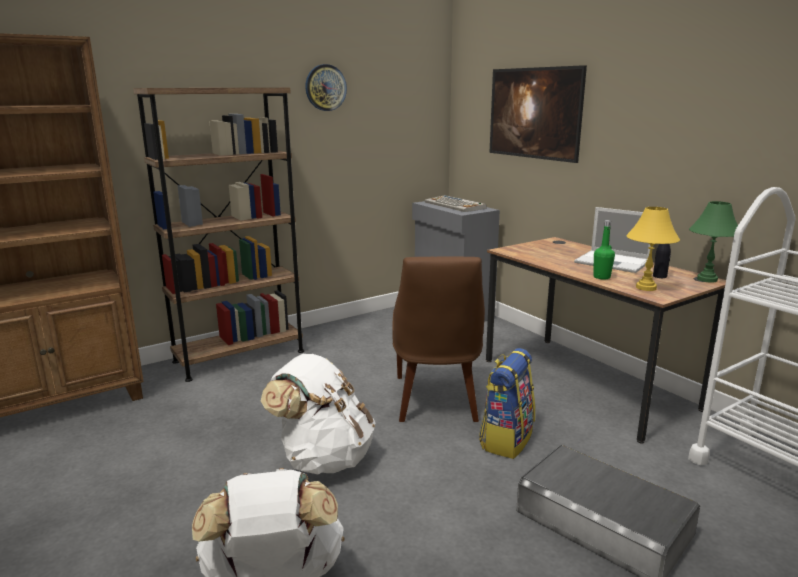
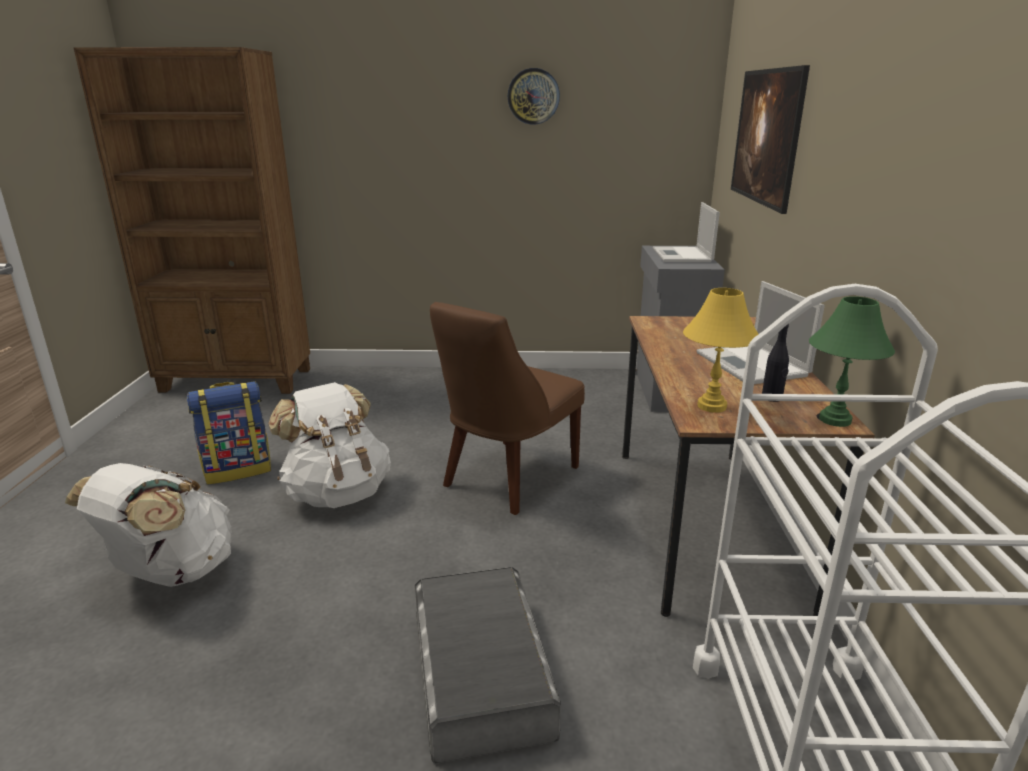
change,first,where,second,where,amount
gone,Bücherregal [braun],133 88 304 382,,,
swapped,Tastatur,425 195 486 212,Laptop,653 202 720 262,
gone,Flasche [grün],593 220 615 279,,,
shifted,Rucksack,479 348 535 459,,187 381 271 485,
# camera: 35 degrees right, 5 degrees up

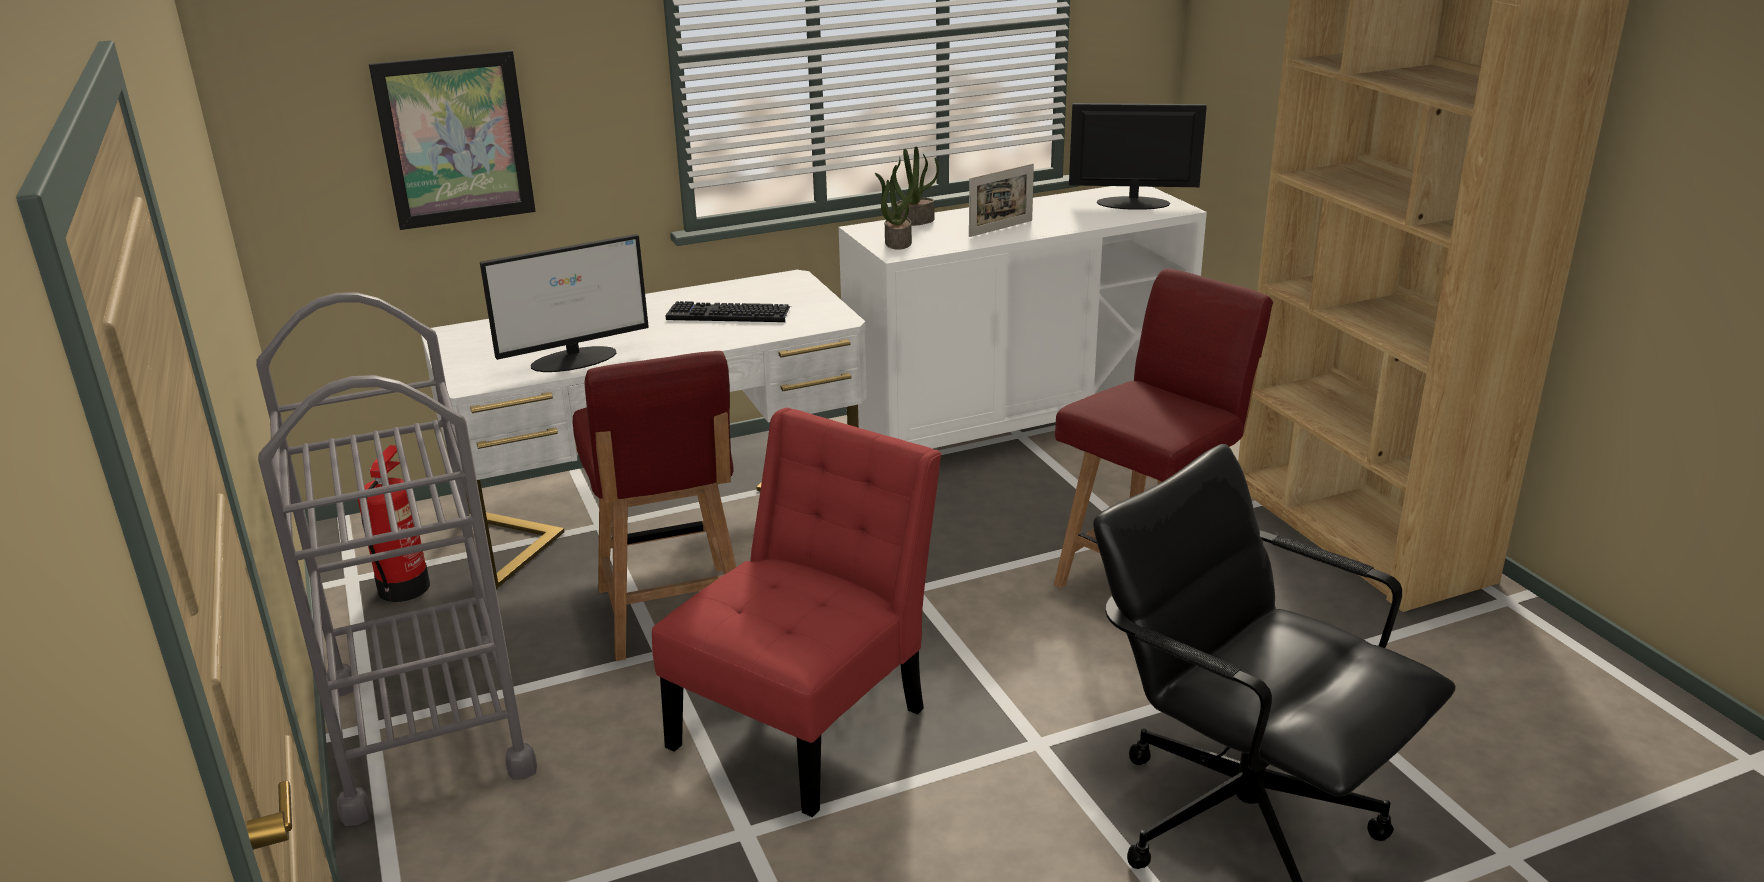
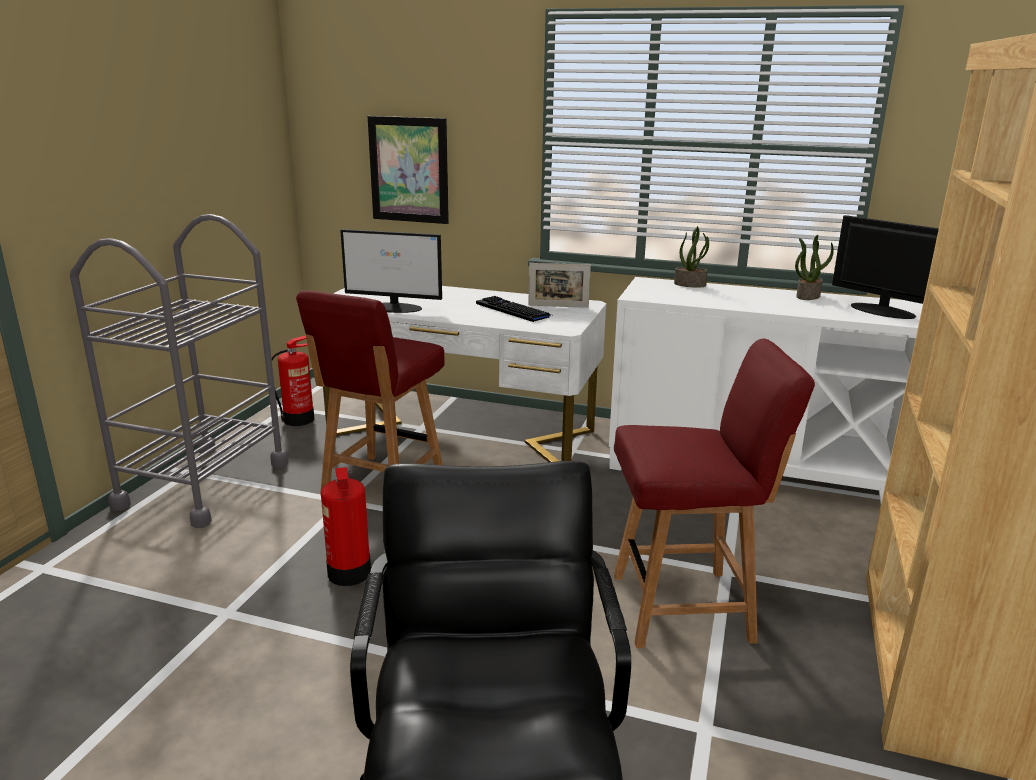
change,first,where,second,where,amount
shifted,Bilderrahmen,969 164 1034 237,,528 263 591 308,
shifted,Topfpflanze,875 165 914 250,,795 235 834 300,
swapped,Stuhl [rot],652 408 942 817,Feuerlöscher,321 467 371 586,
# camera: 40 degrees right, 5 degrees down

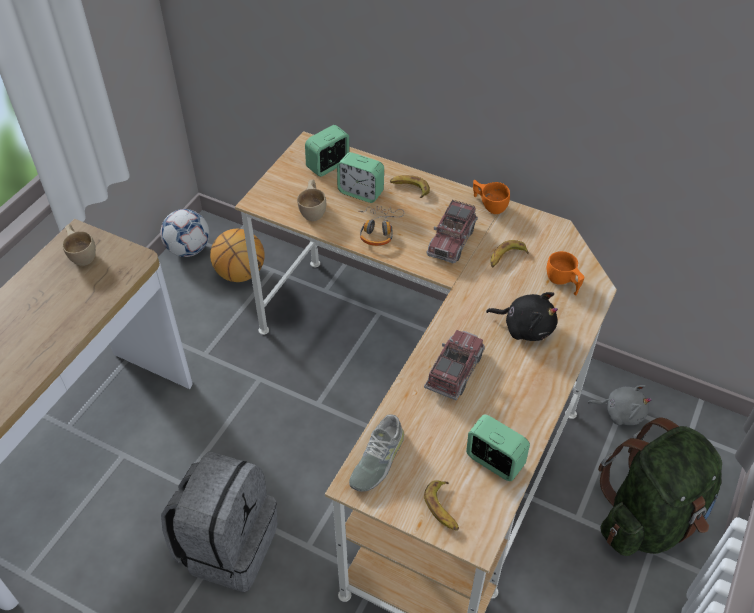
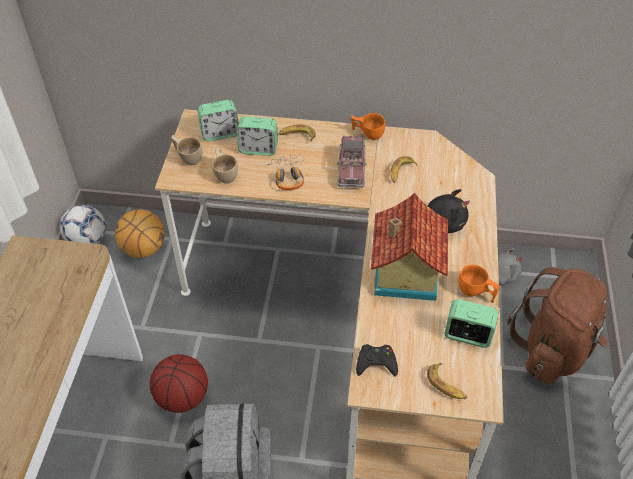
change,first,where,second,where,amount
rotated,Wecker,305 125 349 177,,197 100 238 141,135 degrees counterclockwise
shifted,Tasse [beige],62 224 96 266,,171 135 202 165,
shifted,Tasse [orange],547 251 584 295,,458 265 500 303,
swapped,Spielzeuglaster,424 330 485 400,Spielzeughaus,371 193 448 301,
swapped,Schuh [grau],349 414 404 492,Gamepad [schwarz],356 344 398 376,
repainted,Rucksack [grün],598 417 722 556,Rucksack [braun],507 267 609 384,
new,,,Basketball,150 354 208 413,
# camera: 20 degrees left, 0 degrees up

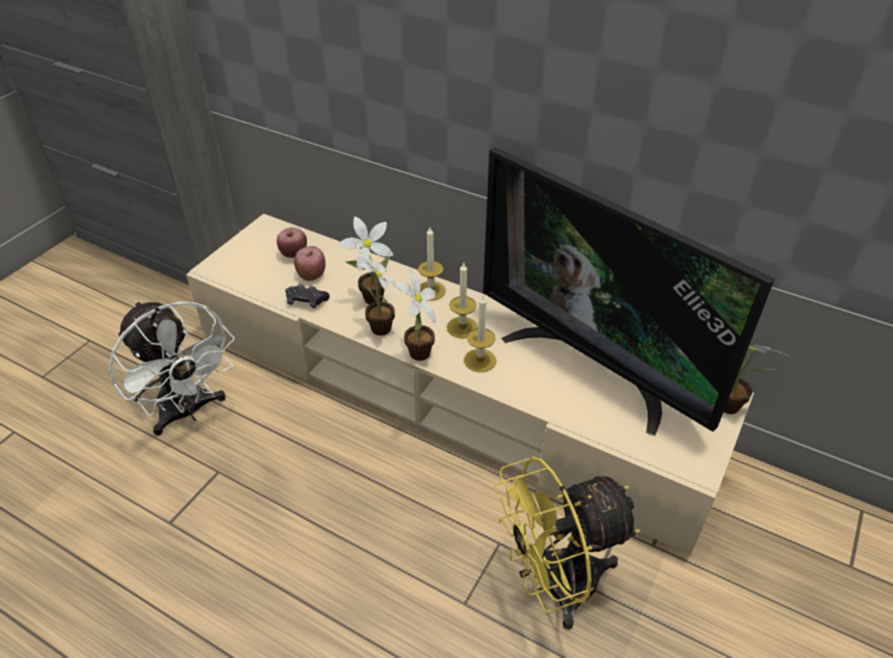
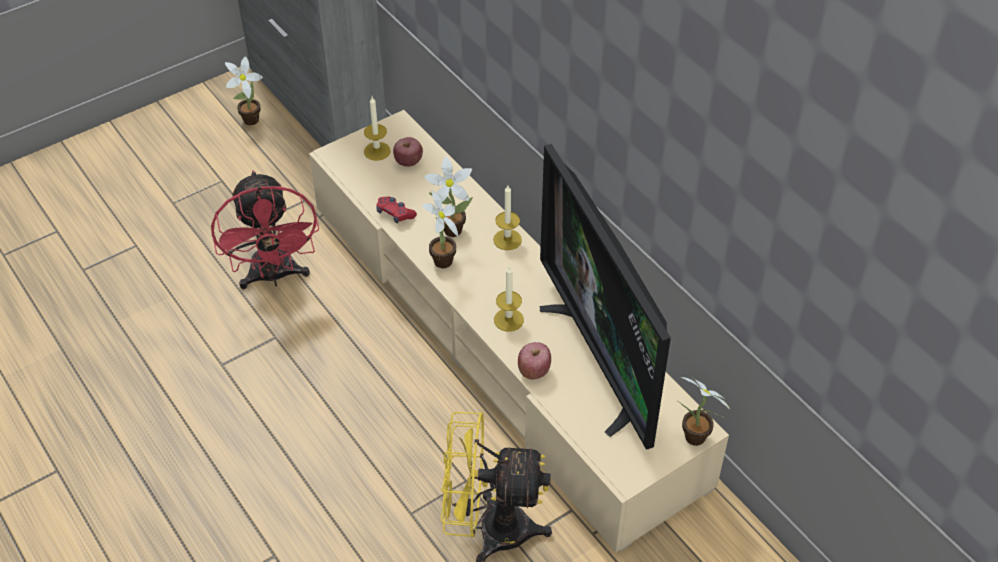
change,first,where,second,where,amount
shifted,Apfel,294 246 326 281,,518 342 551 380,
shifted,Kerze,447 263 478 339,,364 97 391 161,
shifted,Topfpflanze,396 270 436 361,,225 56 263 125,
repainted,Gamepad [schwarz],285 284 330 308,Gamepad [rot],376 196 417 223,
repainted,Ventilator [weiß],109 301 235 436,Ventilator [rot],211 171 319 289,
# camera: 25 degrees right, 5 degrees up

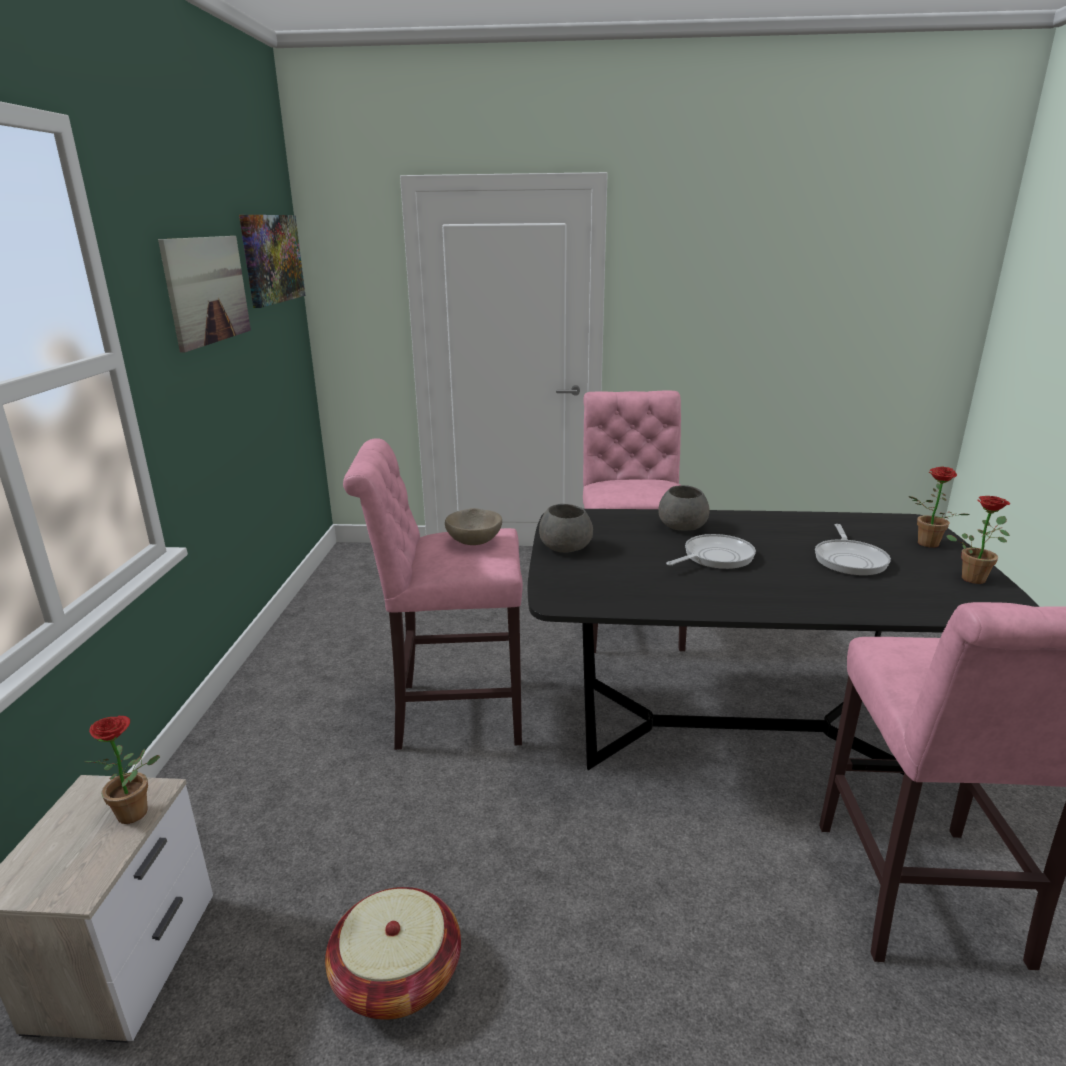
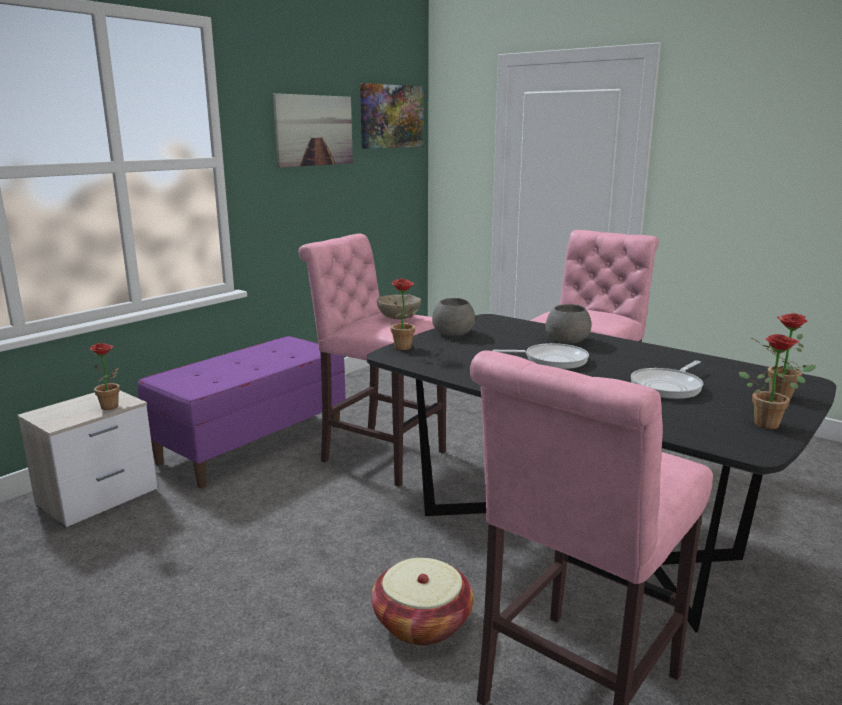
change,first,where,second,where,amount
shifted,Korb,325 887 461 1020,,371 558 474 646,
new,,,Topfpflanze,389 279 419 350,
new,,,Bank [lila],138 336 346 488,
# camera: 35 degrees right, 5 degrees down

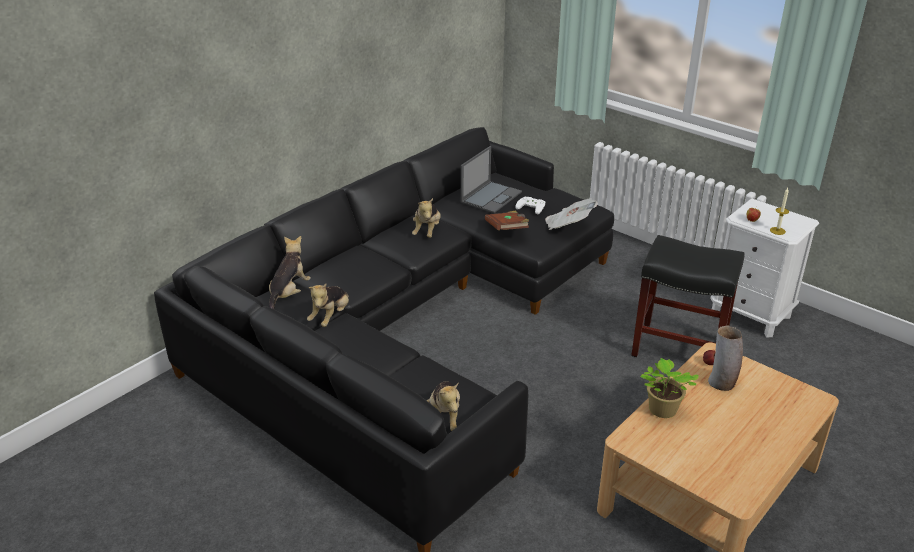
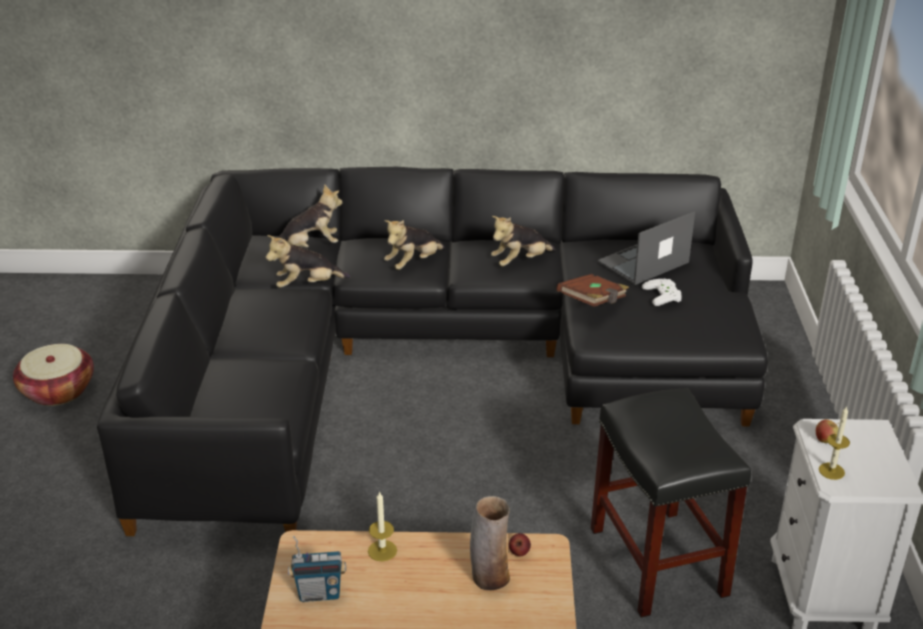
change,first,where,second,where,amount
rotated,Laptop,461 146 522 213,,598 212 695 285,150 degrees clockwise
gone,Zeitung,545 198 597 230,,,
swapped,Topfpflanze,641 358 698 418,Kerze,368 491 397 561,
shifted,Plüschtier,427 381 460 431,,384 220 445 270,
new,,,Korb,13 344 94 406,
new,,,Radio,288 536 346 602,
# camera: 50 degrees right, 0 degrees up

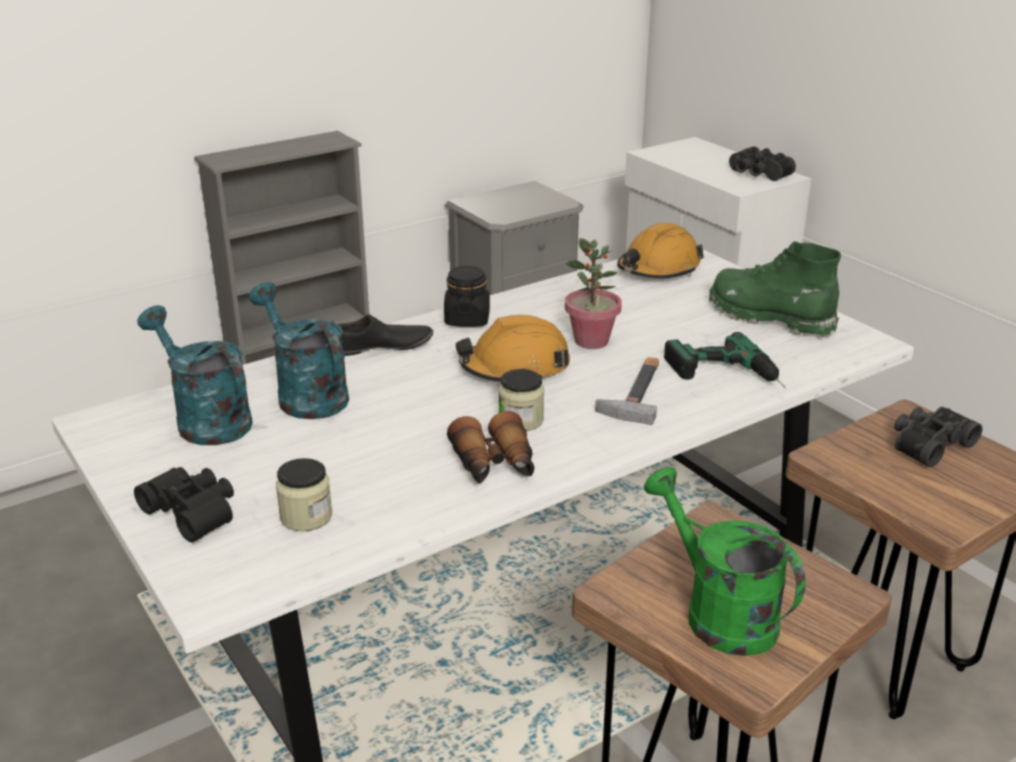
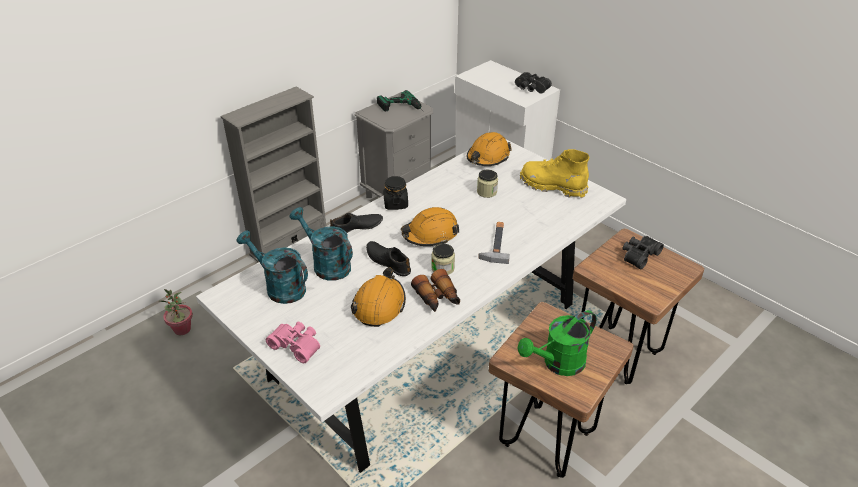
change,first,where,second,where,amount
shifted,Topfpflanze,565 238 622 349,,159 289 193 335,
repainted,Stiefel [grün],709 241 841 338,Stiefel [gelb],520 149 589 198,
shifted,Bohrmaschine,664 332 786 388,,377 90 424 112,
shifted,Vorratsglas,276 458 332 531,,477 170 498 198,
repainted,Fernglas [schwarz],134 467 234 543,Fernglas [rosa],266 322 320 363,
rotated,Gießkanne [grün],644 467 806 656,,517 310 596 376,75 degrees counterclockwise
new,,,Schuh [schwarz],366 241 411 276,
new,,,Schutzhelm [orange],351 267 406 327,
# camera: 10 degrees left, 10 degrees up

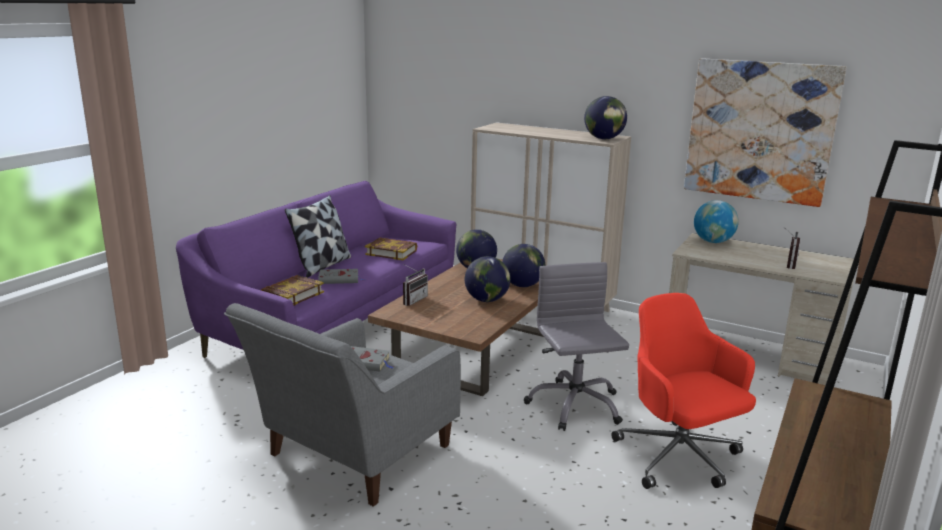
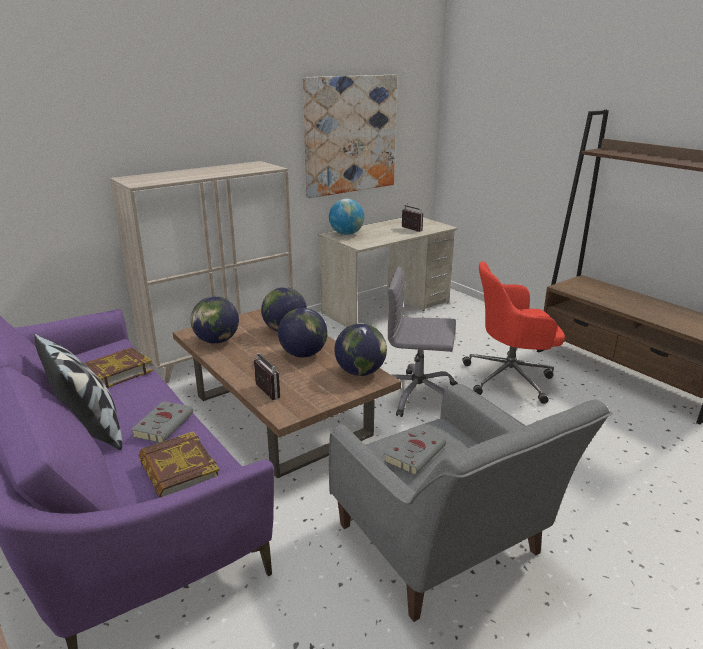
change,first,where,second,where,amount
shifted,Globus,584 96 627 139,,334 323 387 376,
# camera: 65 degrees left, 5 degrees up

